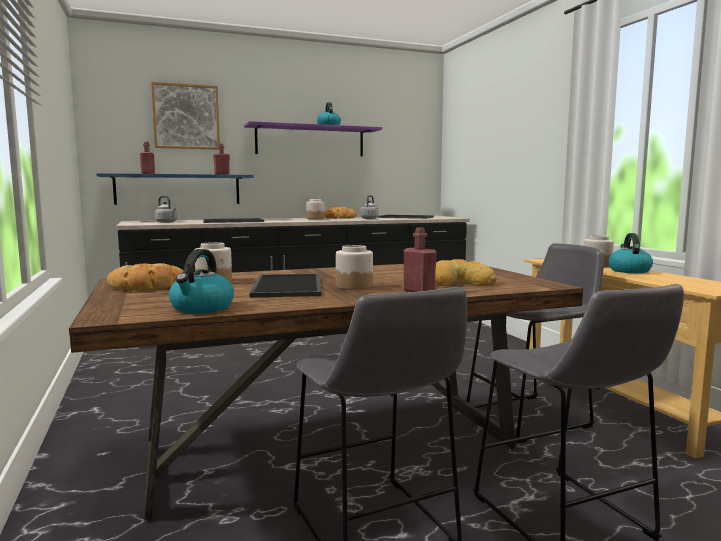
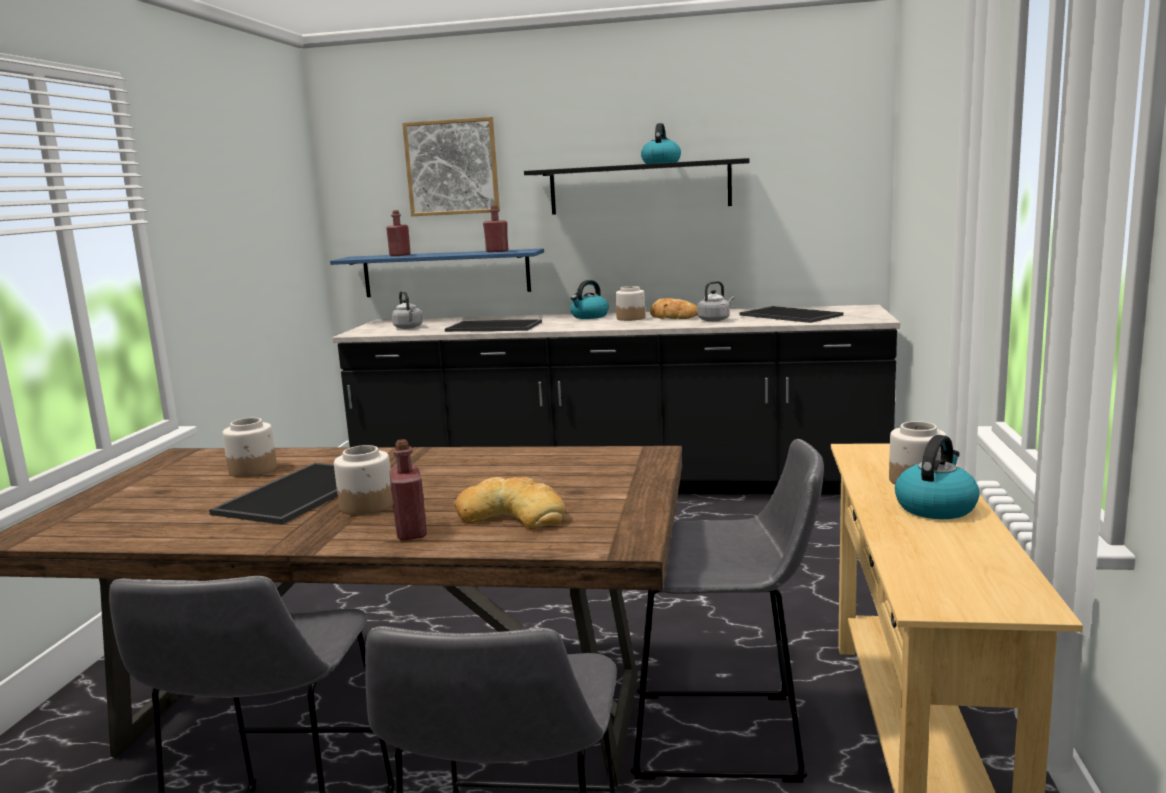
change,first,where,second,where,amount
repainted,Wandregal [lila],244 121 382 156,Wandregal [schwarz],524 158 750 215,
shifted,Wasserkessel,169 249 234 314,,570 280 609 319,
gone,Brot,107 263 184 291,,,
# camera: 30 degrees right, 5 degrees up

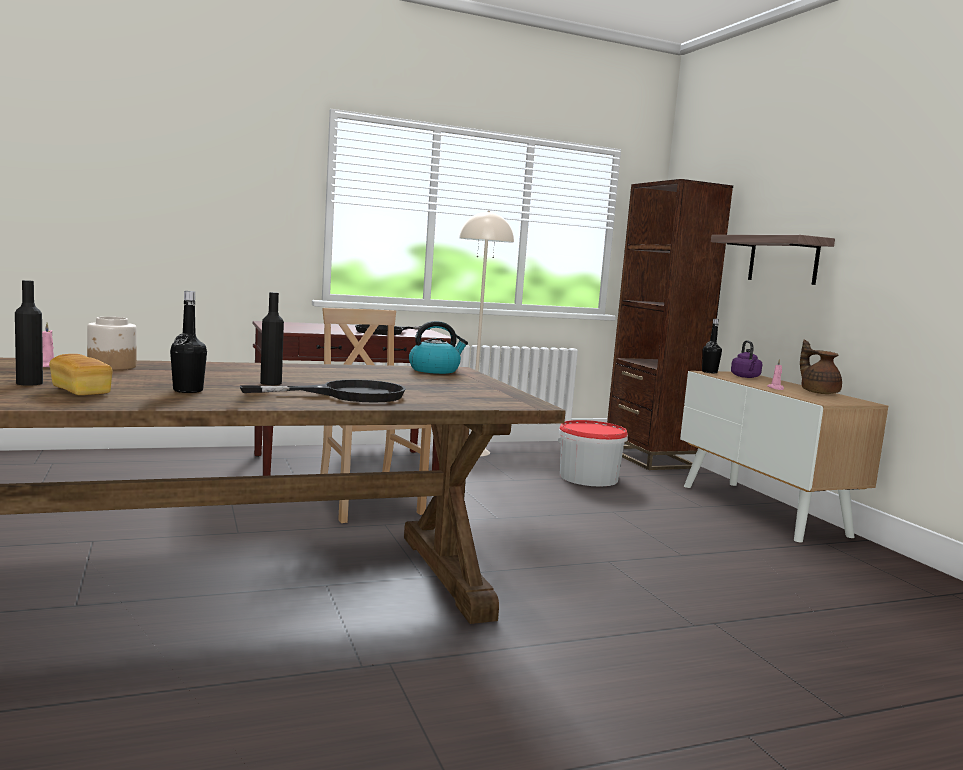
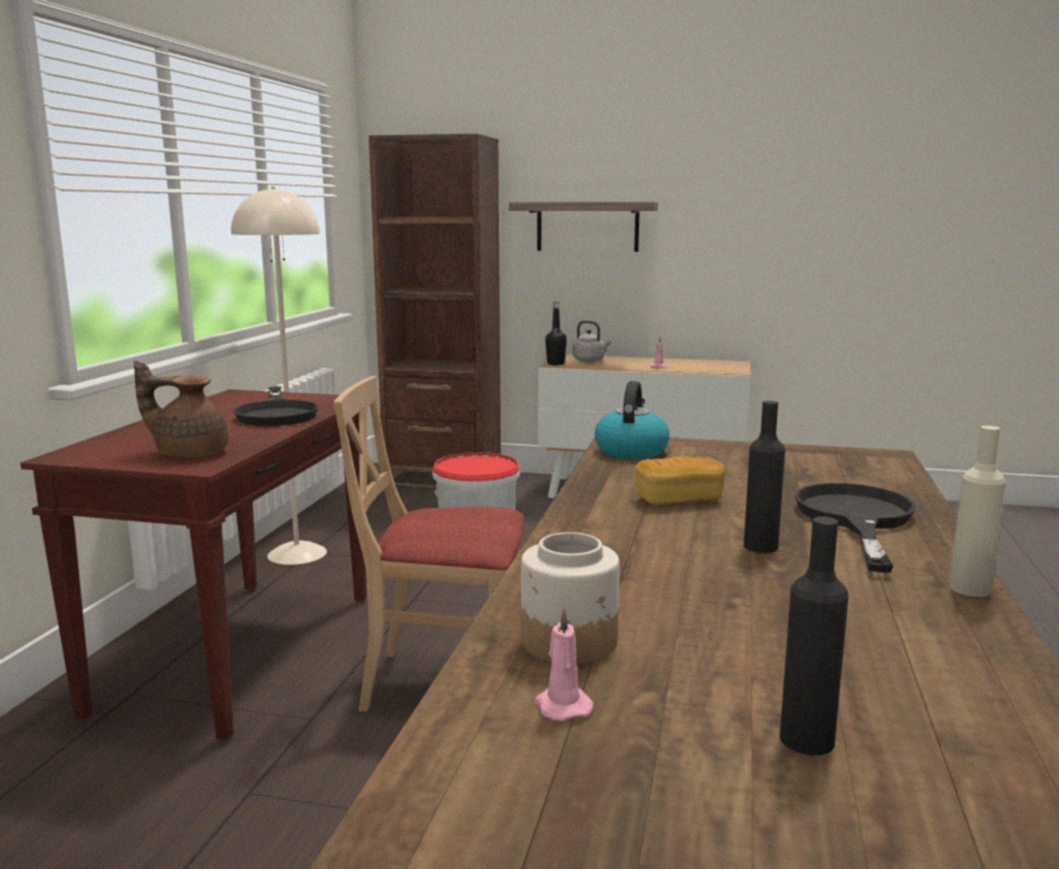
change,first,where,second,where,amount
gone,Flasche [schwarz],170 291 207 393,,,
repainted,Wasserkessel [lila],731 340 762 378,Wasserkessel [grau],573 321 611 362,
shifted,Teekanne [braun],800 340 842 394,,133 361 228 457,
shifted,Brot,49 354 113 395,,635 457 725 505,
new,,,Flasche [beige],949 426 1006 597,
# camera: 55 degrees left, 5 degrees up

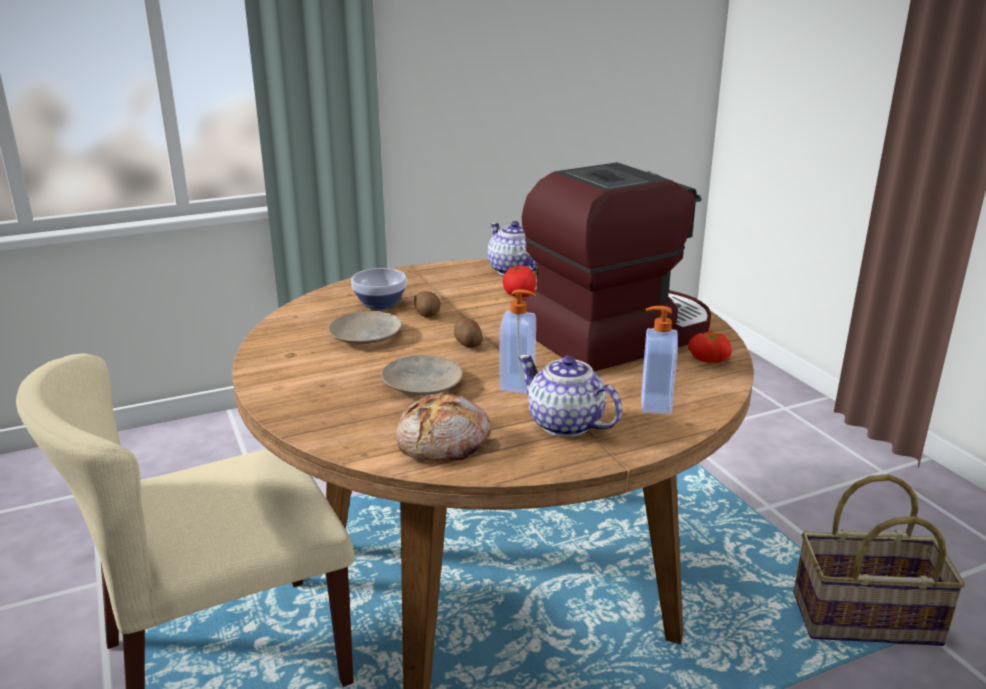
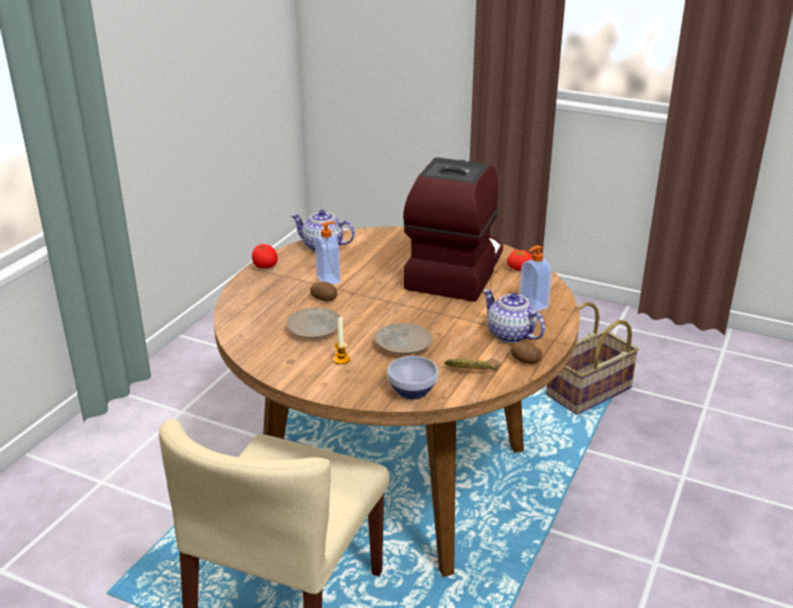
change,first,where,second,where,amount
shifted,Tomate,503 266 536 297,,252 244 278 268,
shifted,Schüssel,351 268 407 310,,387 356 438 399,
shifted,Seifenspender,499 289 536 394,,315 221 341 285,
shifted,Kartoffel,454 318 483 348,,511 342 542 364,
rotated,Teekanne,518 355 622 437,,482 289 546 343,45 degrees clockwise
swapped,Brot,395 393 491 461,Banane,445 359 498 371,
new,,,Kerze,333 317 350 365,
# camera: 40 degrees left, 5 degrees up

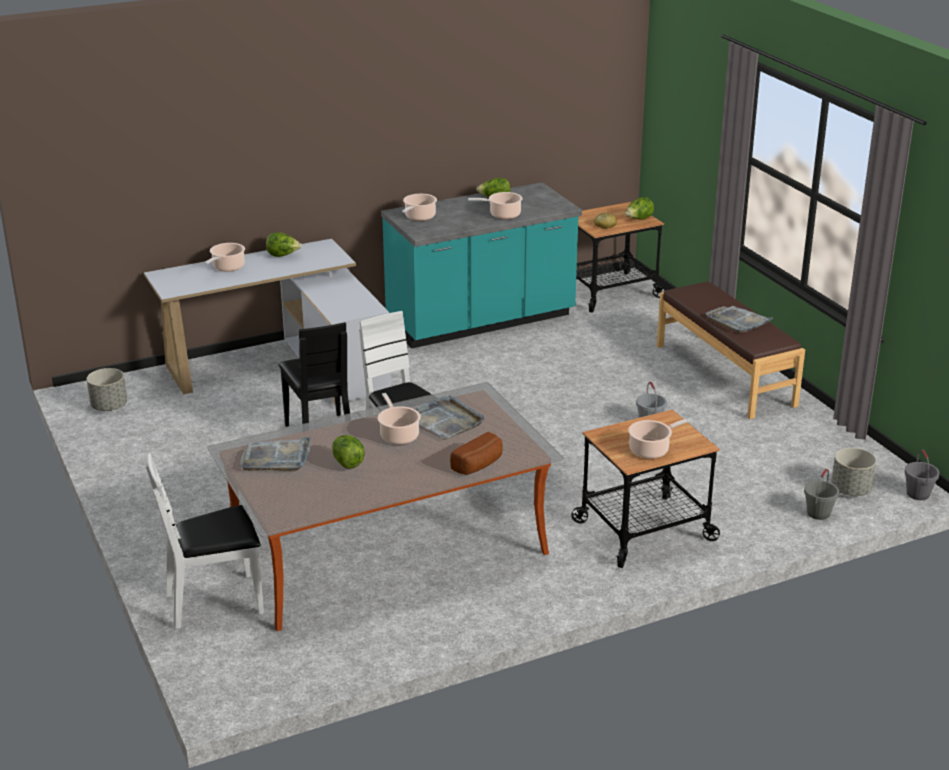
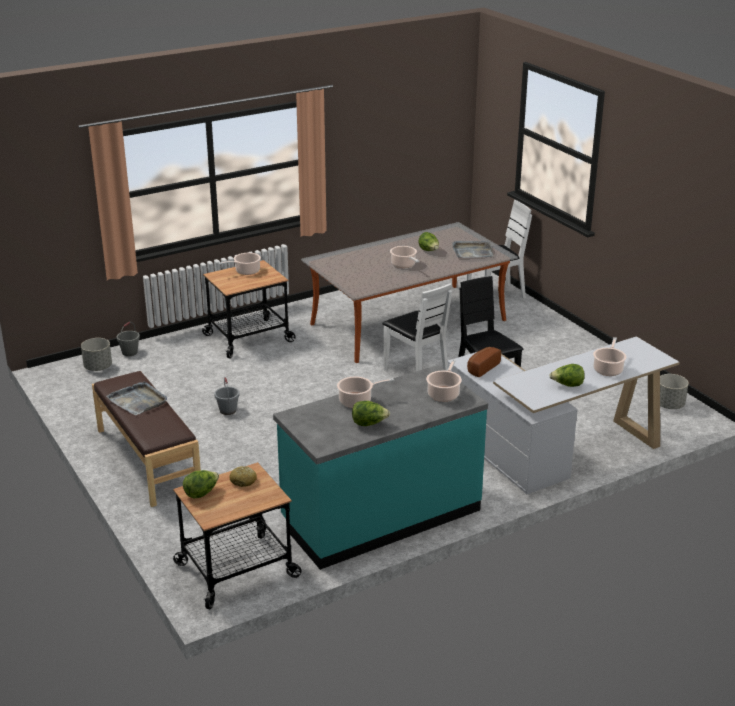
change,first,where,second,where,amount
gone,Tablett [grau],413 395 484 439,,,
shifted,Brot,450 432 503 475,,467 347 501 377,
gone,Eimer [grau],905 450 940 500,,,
# camera: 175 degrees right, 0 degrees up

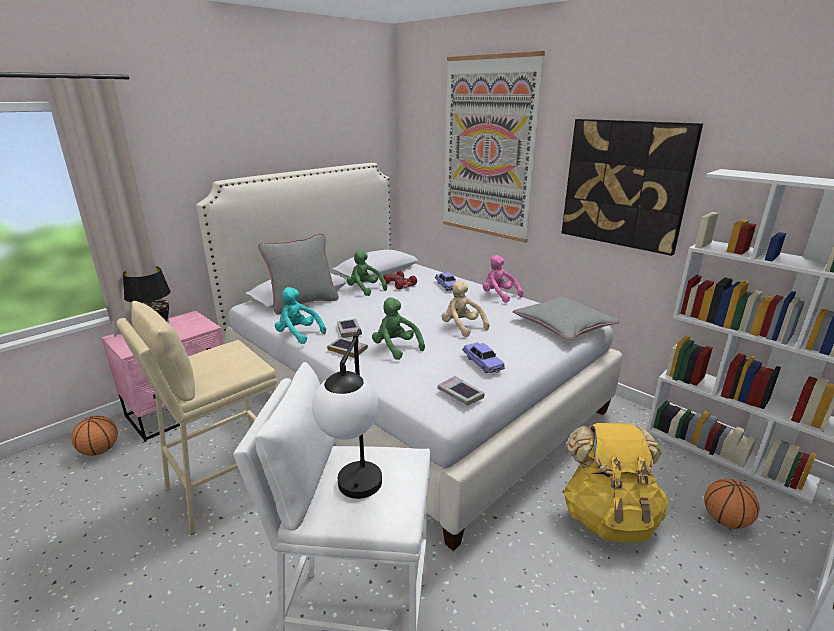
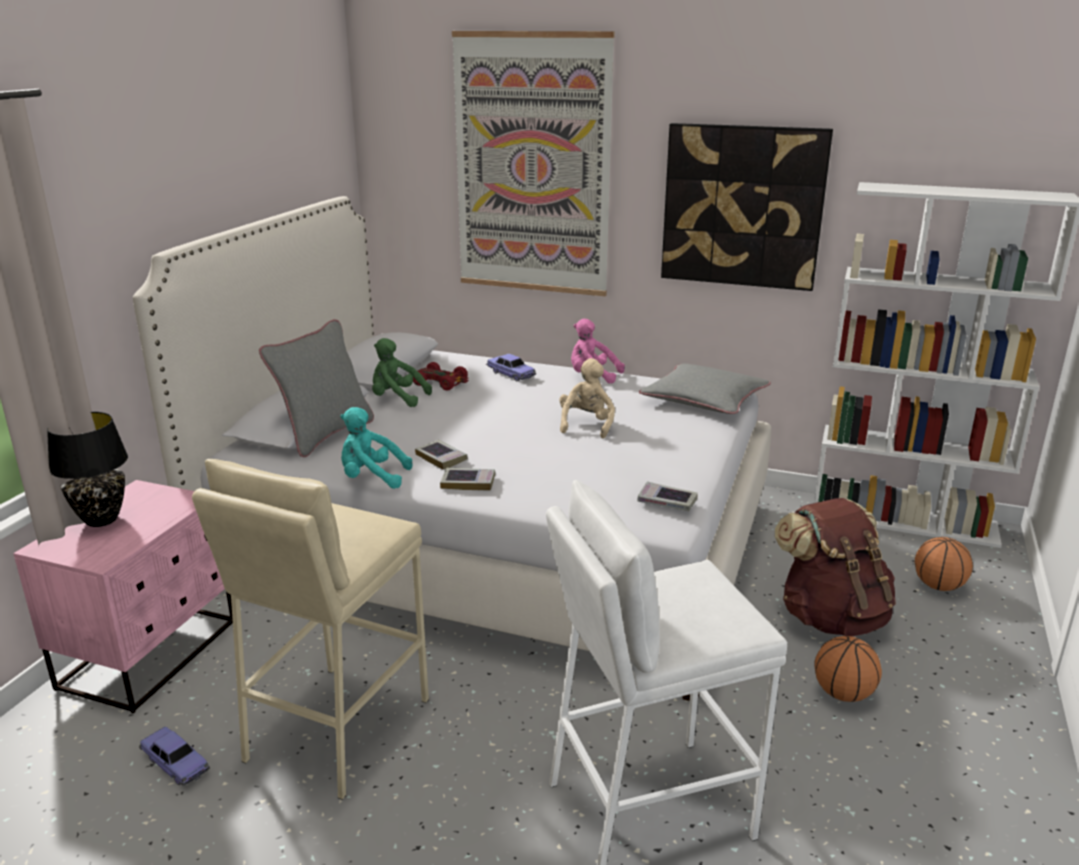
change,first,where,second,where,amount
rotated,Plüschtier [beige],442 281 489 337,,559 358 615 439,75 degrees clockwise
gone,Plüschtier [grün],372 297 425 360,,,
gone,Tischlampe,312 329 382 499,,,
shifted,Spielzeugauto,462 342 505 373,,139 727 210 786,
shifted,Basketball,72 415 118 456,,814 636 882 702,
repainted,Rucksack [gelb],563 423 669 542,Rucksack [braun],775 498 896 636,
# camera: 25 degrees left, 0 degrees up

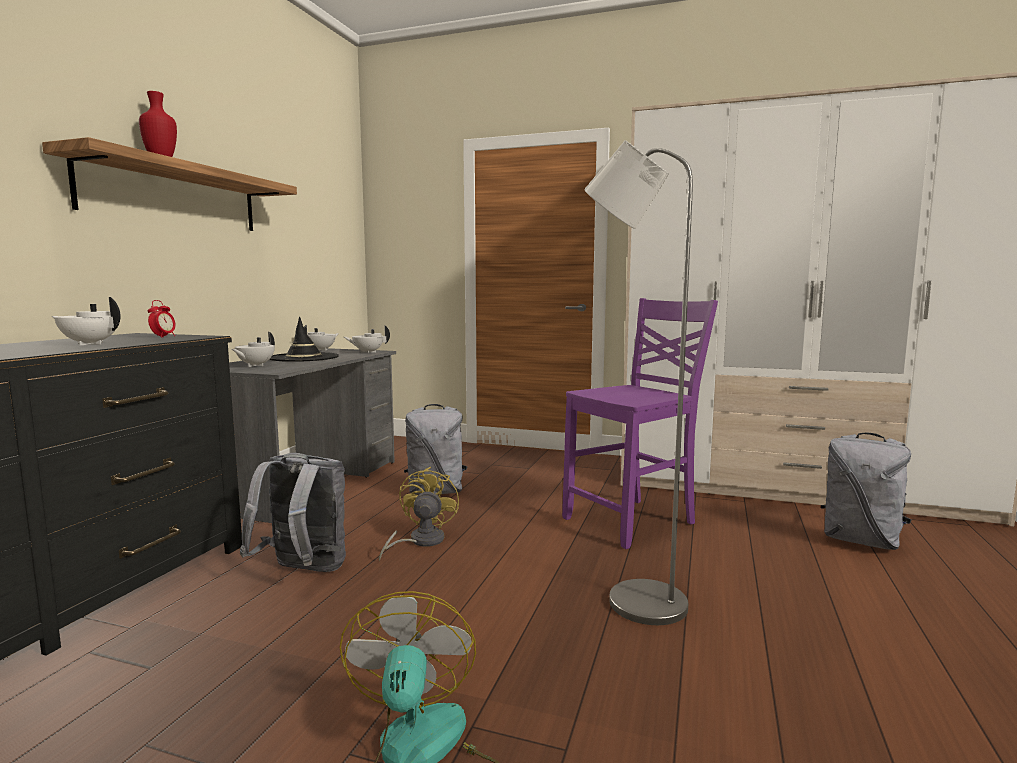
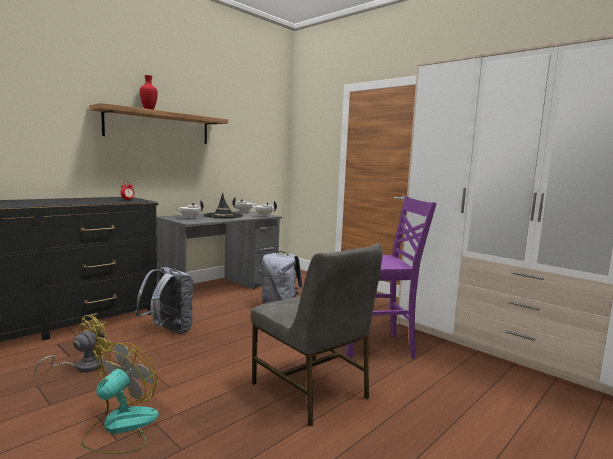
change,first,where,second,where,amount
swapped,Stehlampe [grau],584 140 693 625,Stuhl [grau],251 244 383 427,
gone,Teekanne [weiß],52 297 121 345,,,
gone,Rucksack [grau],821 433 911 550,,,
shifted,Ventilator [gelb],379 467 459 561,,35 313 113 375,
# camera: 25 degrees right, 0 degrees up

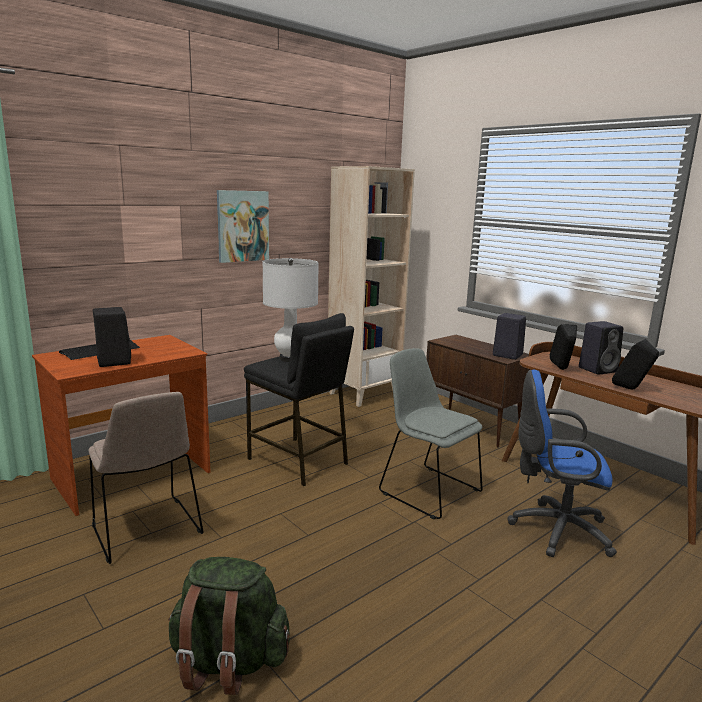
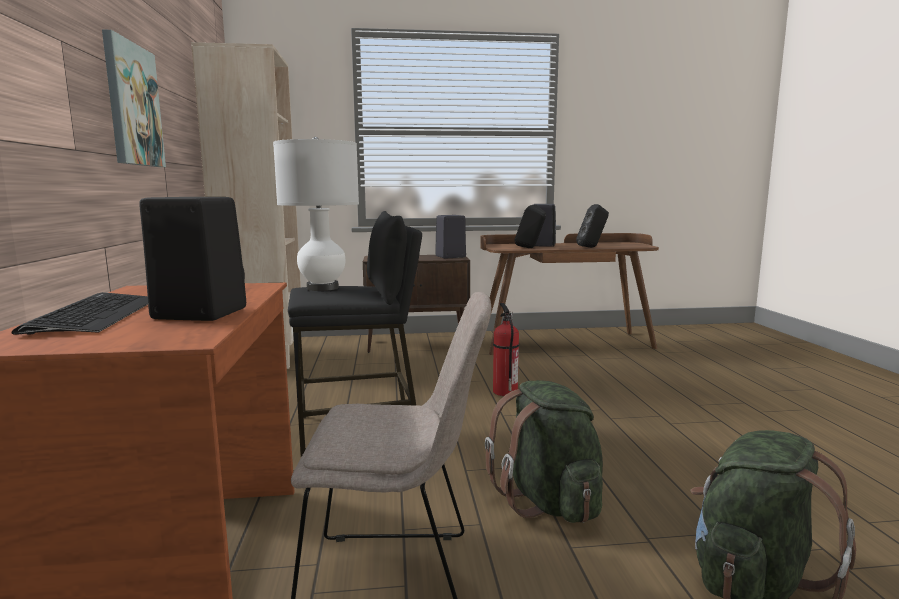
change,first,where,second,where,amount
swapped,Stuhl [grau],379 348 483 519,Feuerlöscher,493 303 519 396,
gone,Bürostuhl [blau],508 369 617 557,,,
new,,,Rucksack [grün],485 380 603 523,
# camera: 55 degrees left, 5 degrees down

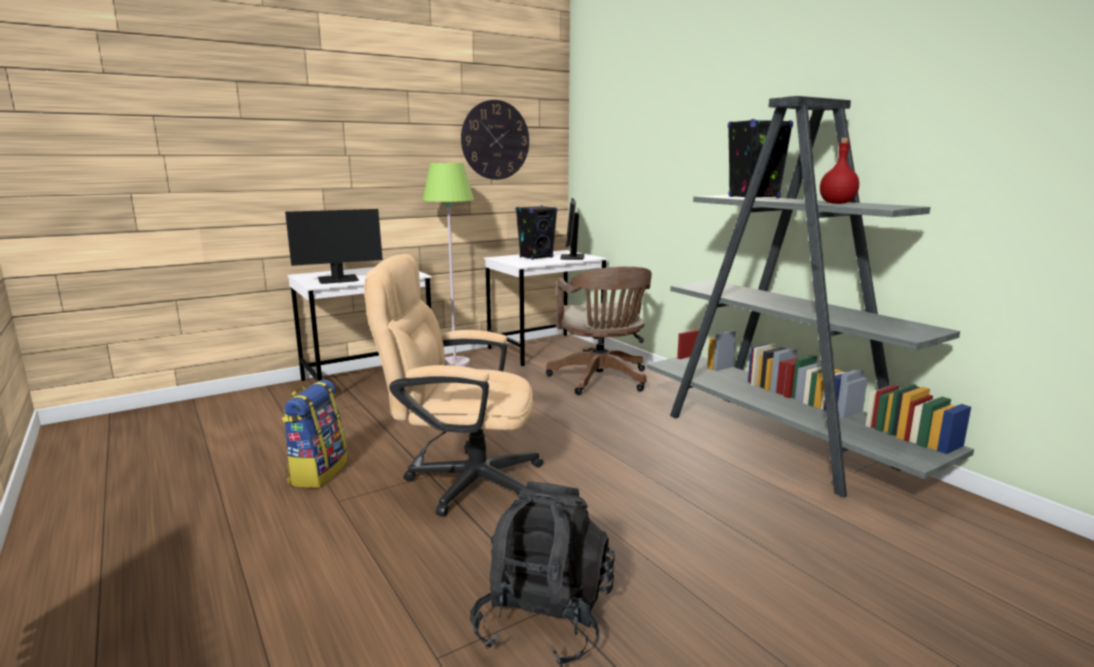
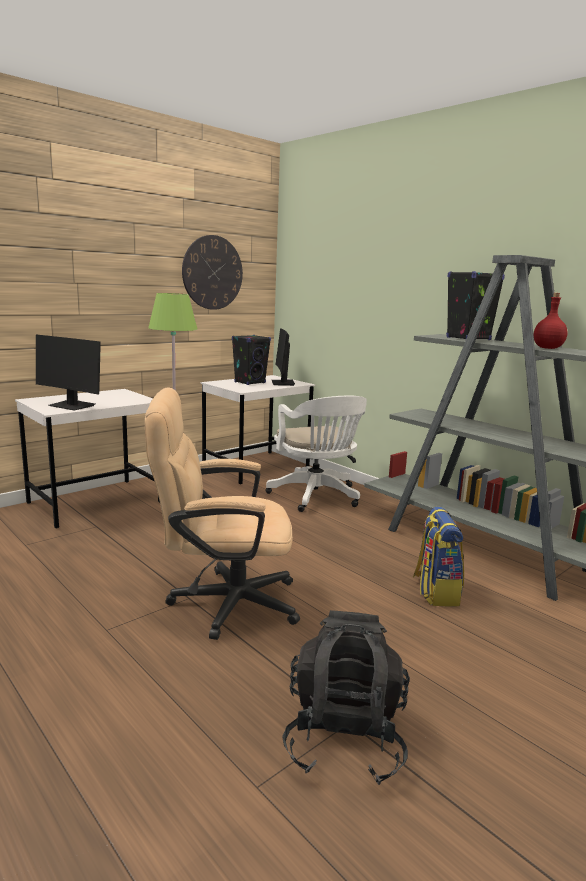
change,first,where,second,where,amount
rotated,Monitor,285 209 383 284,,36 335 101 410,60 degrees clockwise
repainted,Bürostuhl [braun],546 266 652 395,Bürostuhl [weiß],265 396 367 512,
shifted,Rucksack,282 380 348 488,,413 507 464 606,
# camera: 10 degrees left, 0 degrees up

